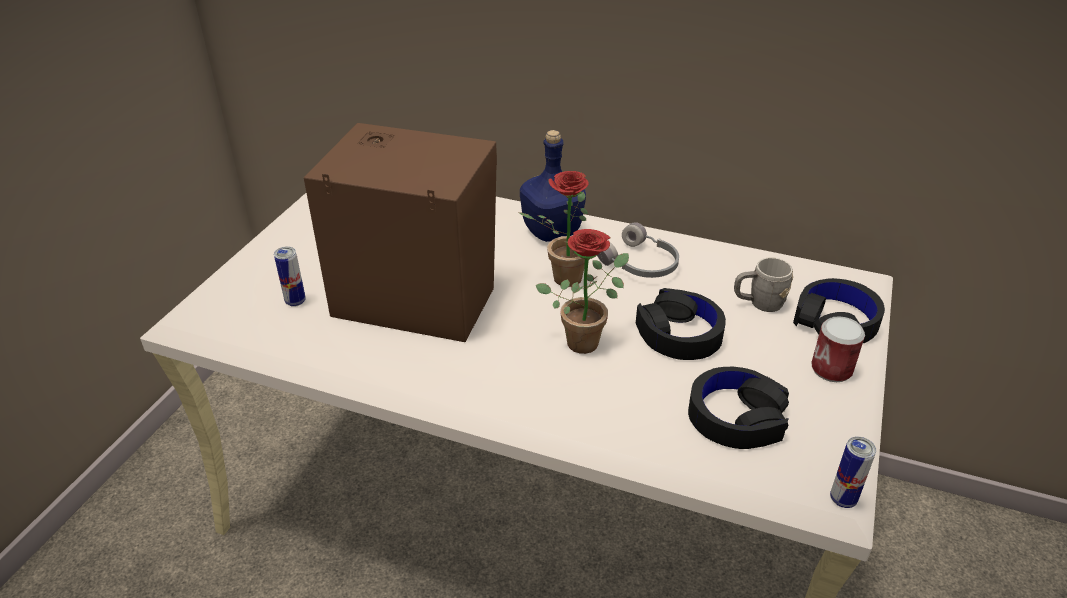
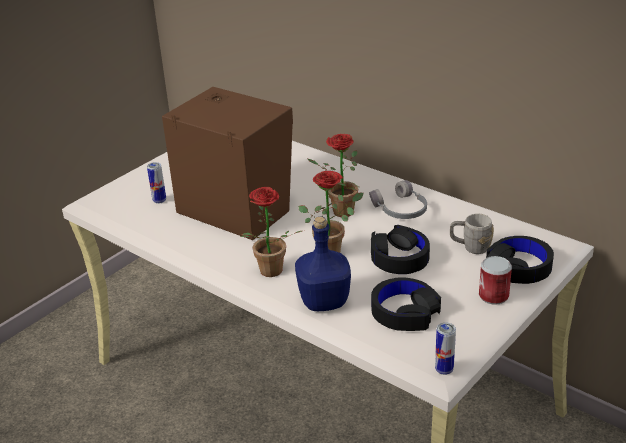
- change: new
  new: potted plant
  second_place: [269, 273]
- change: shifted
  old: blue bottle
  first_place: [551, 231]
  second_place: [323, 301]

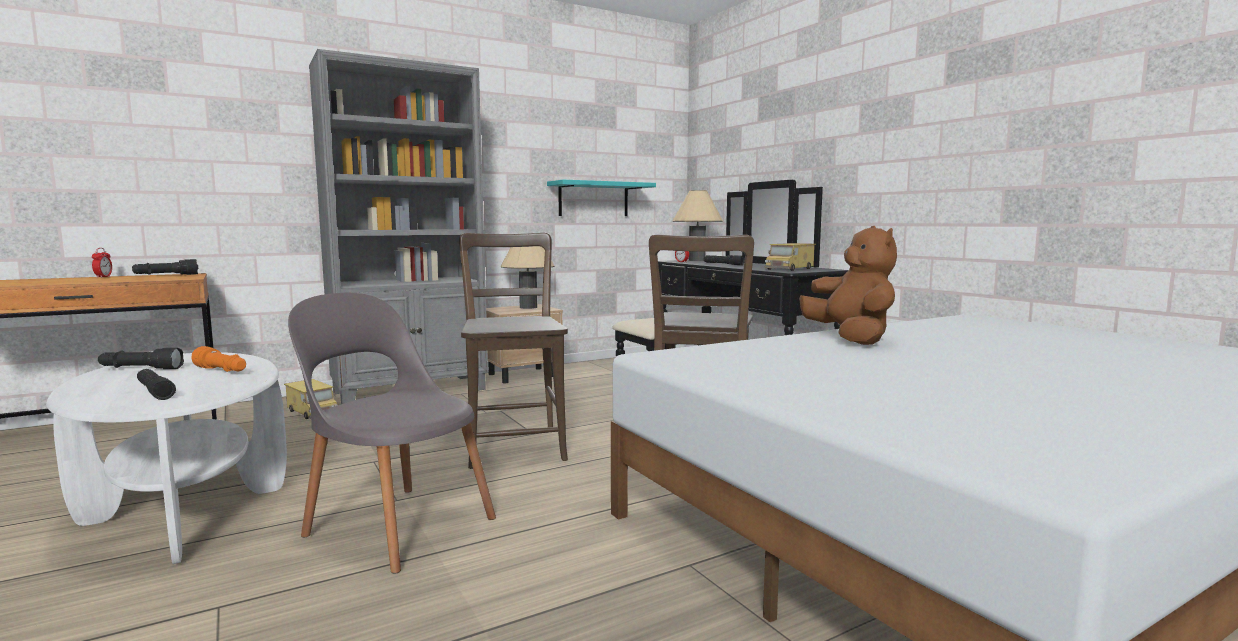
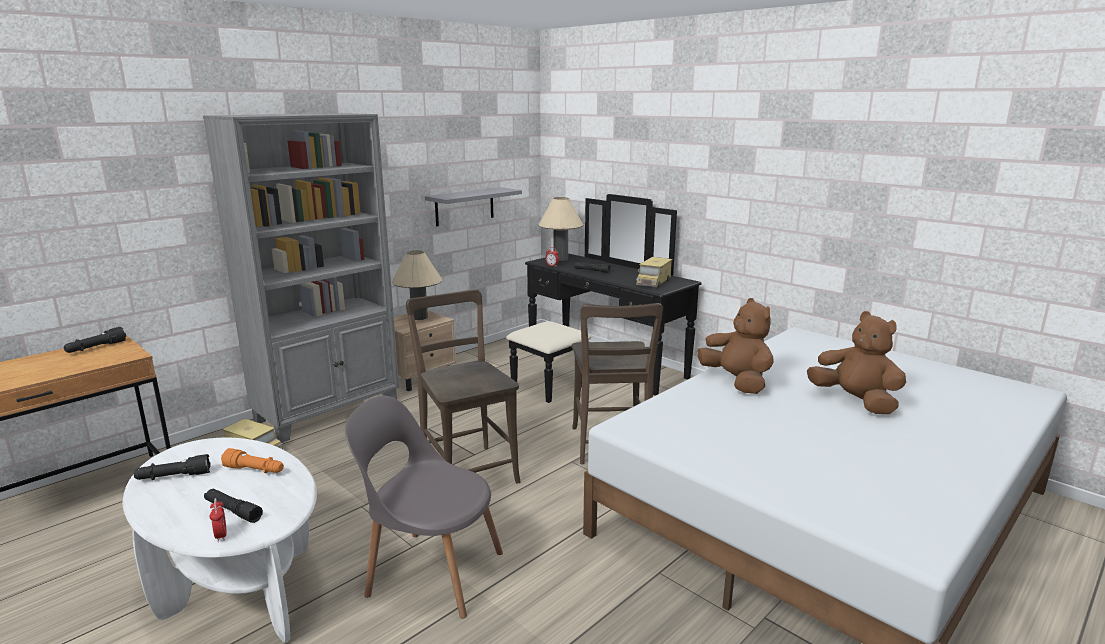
- change: new
  new: brown plush toy
  second_place: [855, 401]
- change: shifted
  old: alarm clock
  first_place: [103, 277]
  second_place: [221, 535]
- change: repainted
  old: turquoise shelf
  new: grey shelf
  first_place: [593, 199]
  second_place: [464, 206]

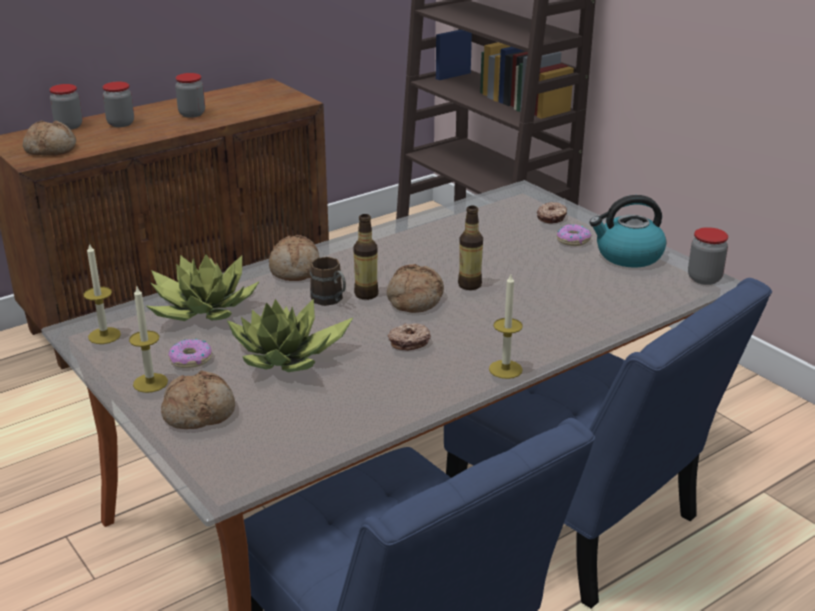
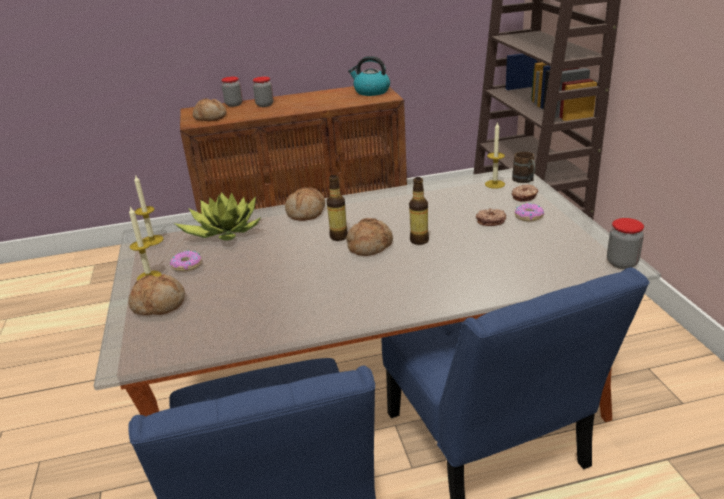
- change: gone
  old: jar
  first_place: [192, 114]
- change: gone
  old: potted plant
  first_place: [287, 357]
- change: shifted
  old: brown mug
  first_place: [331, 301]
  second_place: [525, 181]
- change: shifted
  old: donut
  first_place: [409, 342]
  second_place: [490, 221]
- change: shifted
  old: candle
  first_place: [505, 369]
  second_place: [494, 184]
- change: shifted
  old: kettle
  first_place: [628, 256]
  second_place: [371, 92]

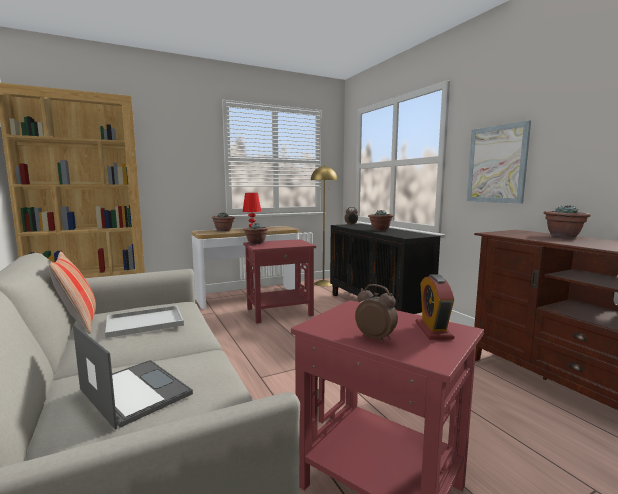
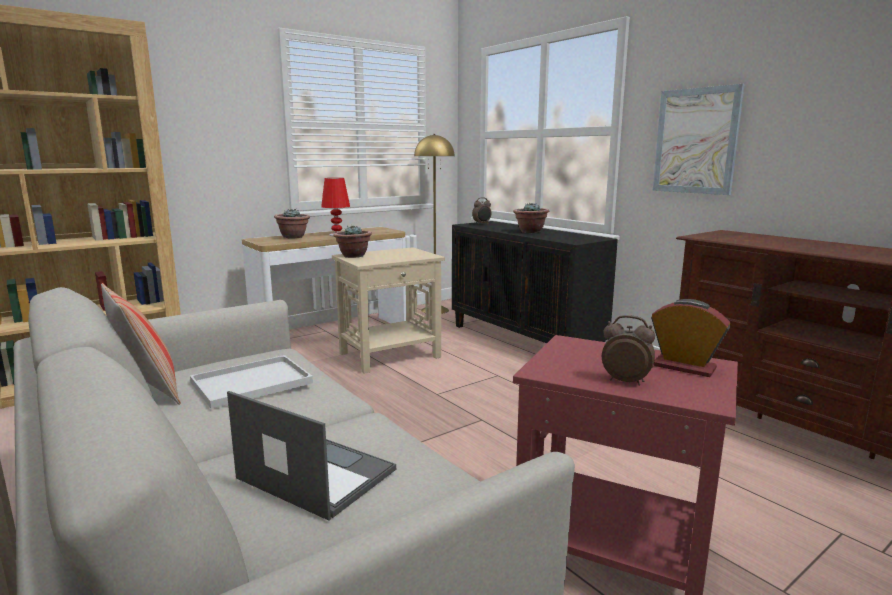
- change: gone
  old: potted plant
  first_place: [563, 236]
- change: repainted
  old: red side table
  new: beige side table
  first_place: [279, 312]
  second_place: [390, 355]
- change: rotated
  old: alarm clock
  first_place: [433, 330]
  second_place: [684, 367]
  degrees: 135

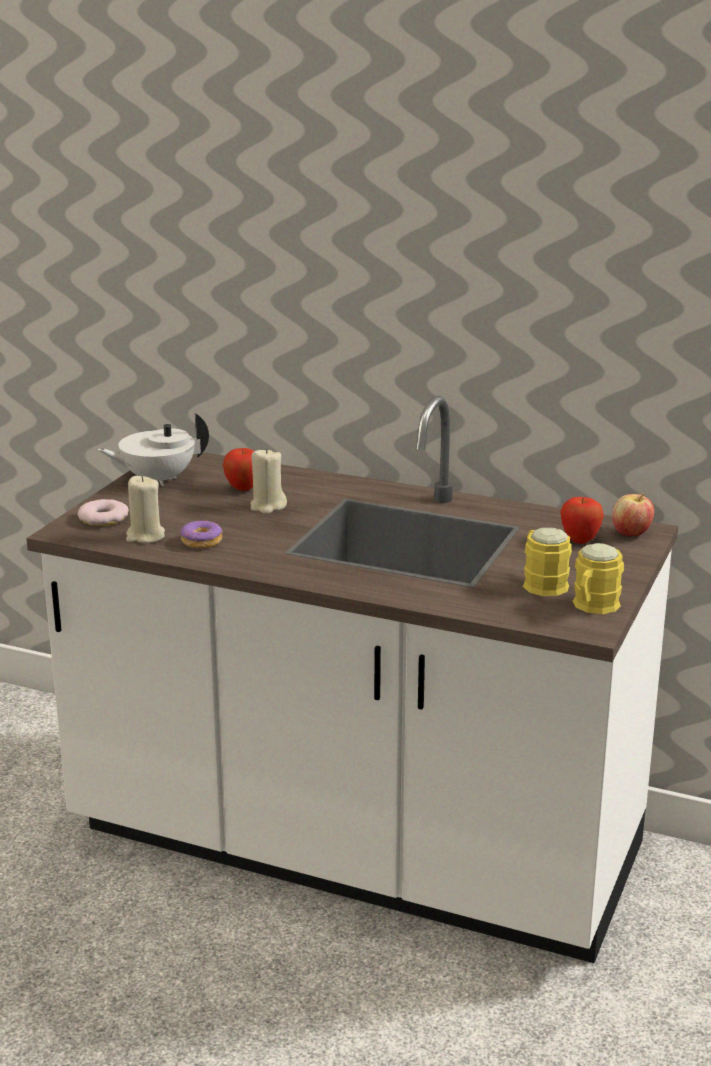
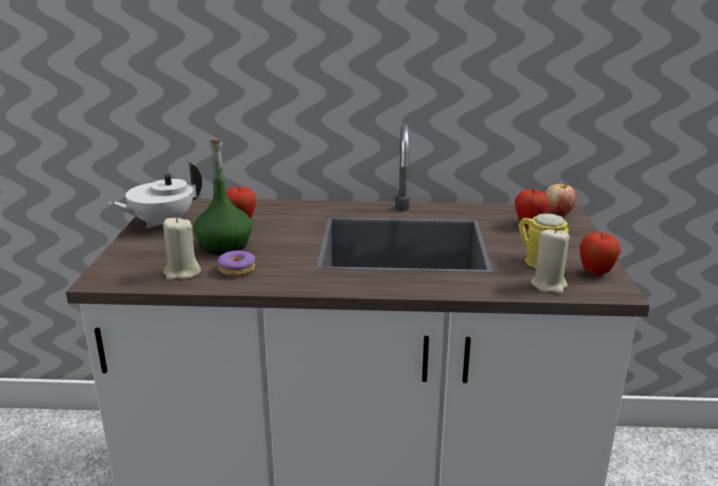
- change: gone
  old: donut
  first_place: [103, 518]
- change: new
  new: green bottle
  second_place: [224, 246]
- change: shifted
  old: beige candle
  first_place: [268, 506]
  second_place: [549, 285]
- change: swapped
  old: yellow mug
  new: apple
  first_place: [592, 607]
  second_place: [595, 273]

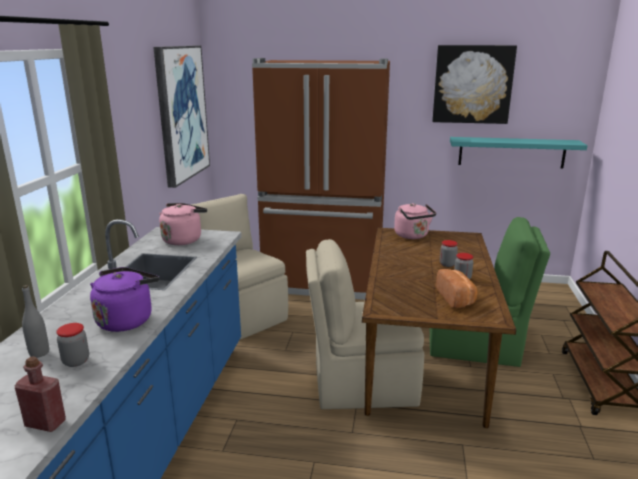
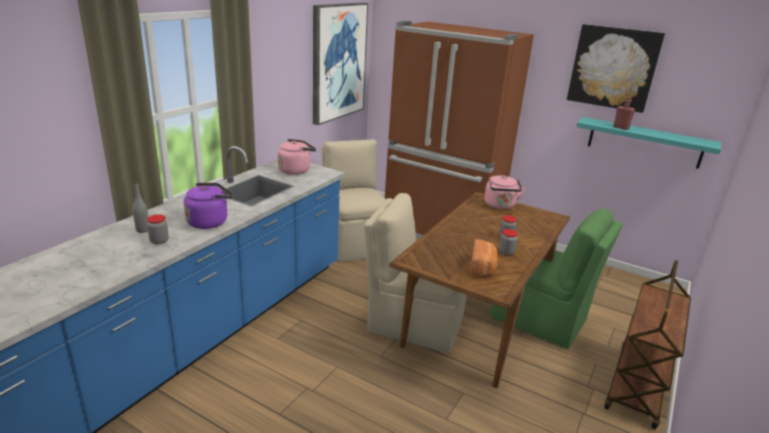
- change: shifted
  old: red bottle
  first_place: [45, 423]
  second_place: [621, 127]

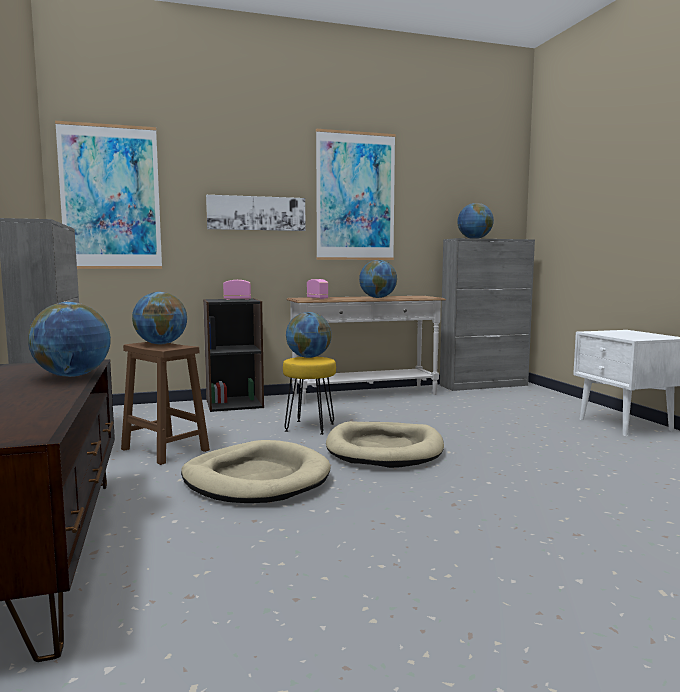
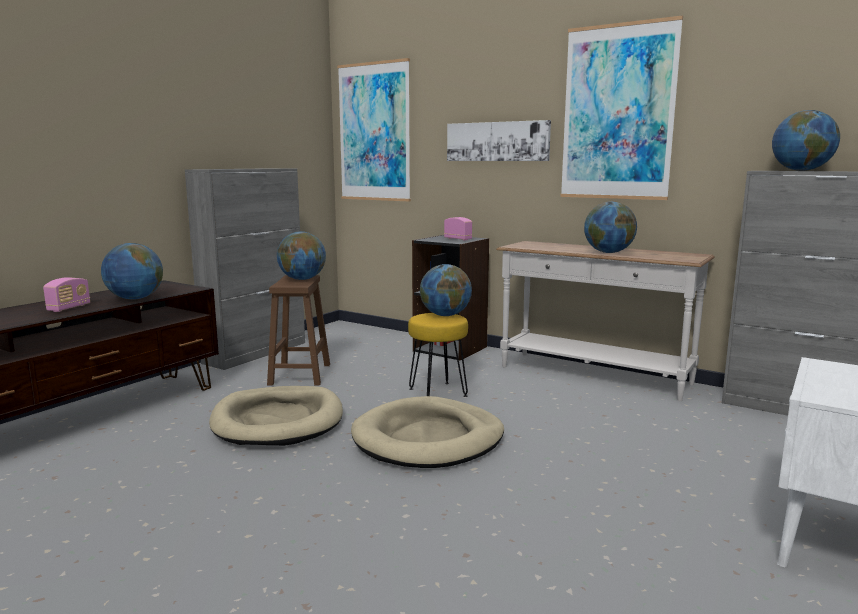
- change: shifted
  old: radio
  first_place: [317, 298]
  second_place: [69, 308]

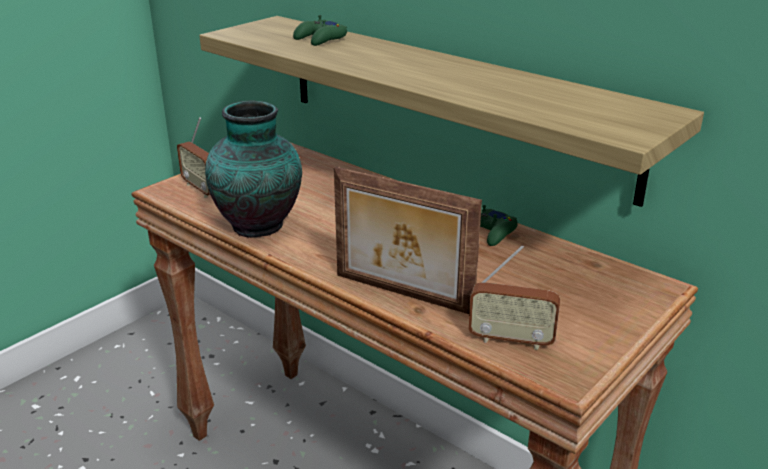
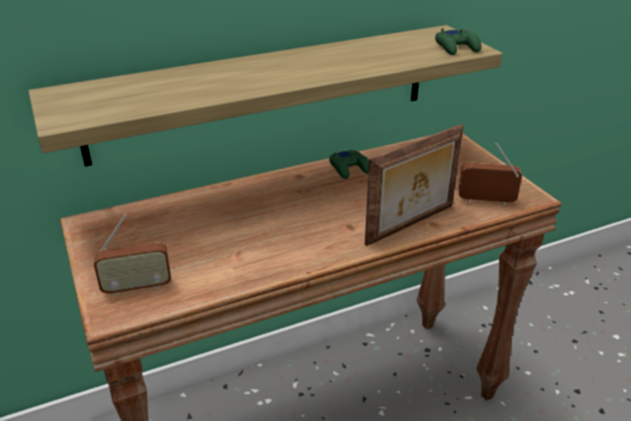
- change: gone
  old: vase
  first_place: [260, 224]
- change: shifted
  old: green game controller
  first_place: [320, 39]
  second_place: [457, 48]
- change: rotated
  old: radio
  first_place: [511, 340]
  second_place: [486, 201]
  degrees: -120

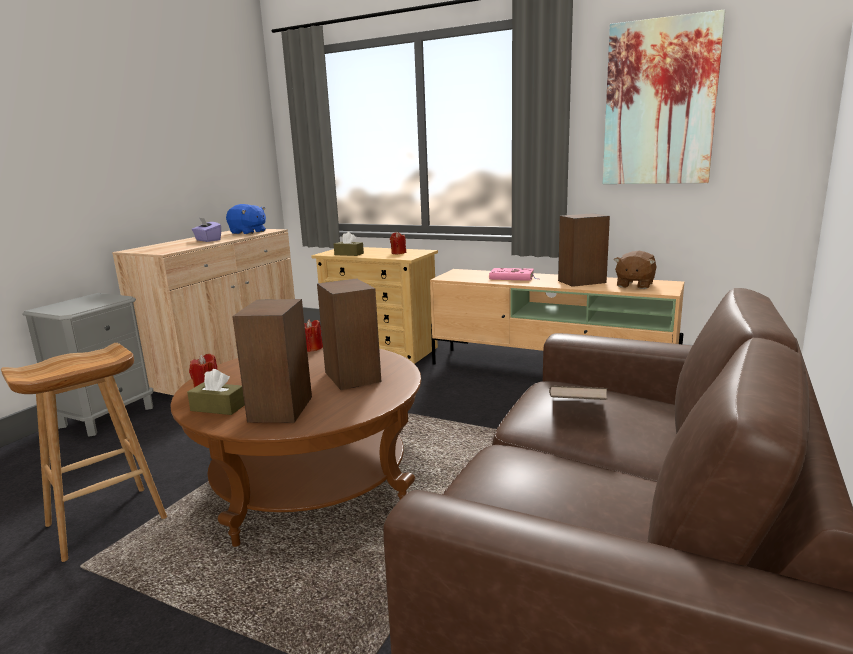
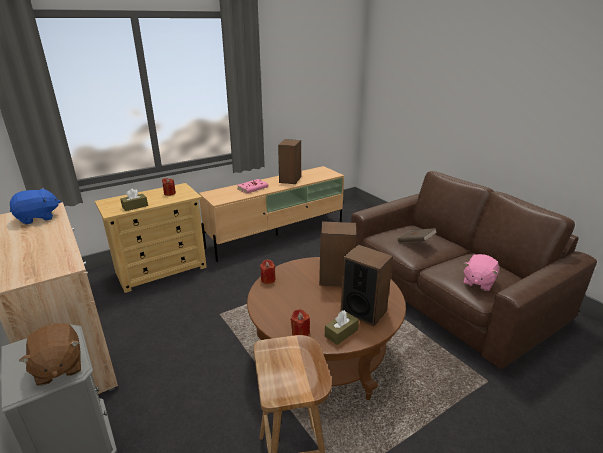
- change: gone
  old: purple tissue box
  first_place: [208, 240]
- change: gone
  old: picture
  first_place: [659, 103]
- change: new
  new: pink plush toy
  second_place: [478, 282]
- change: shifted
  old: brown plush toy
  first_place: [634, 285]
  second_place: [58, 367]

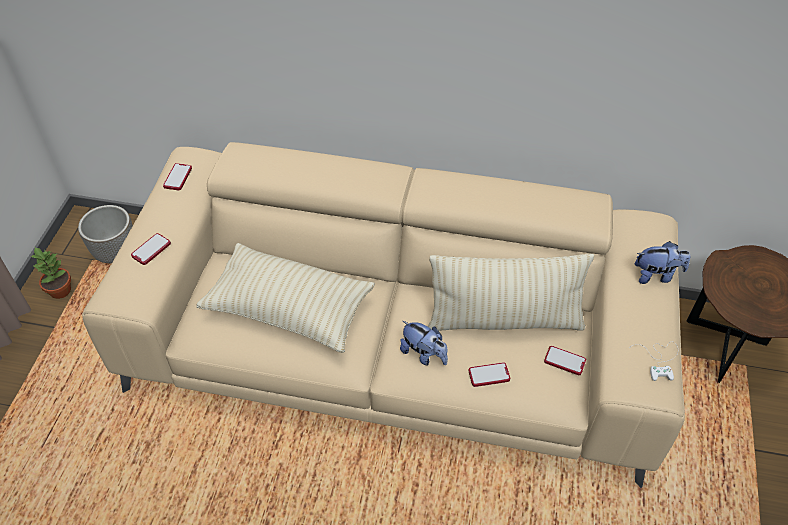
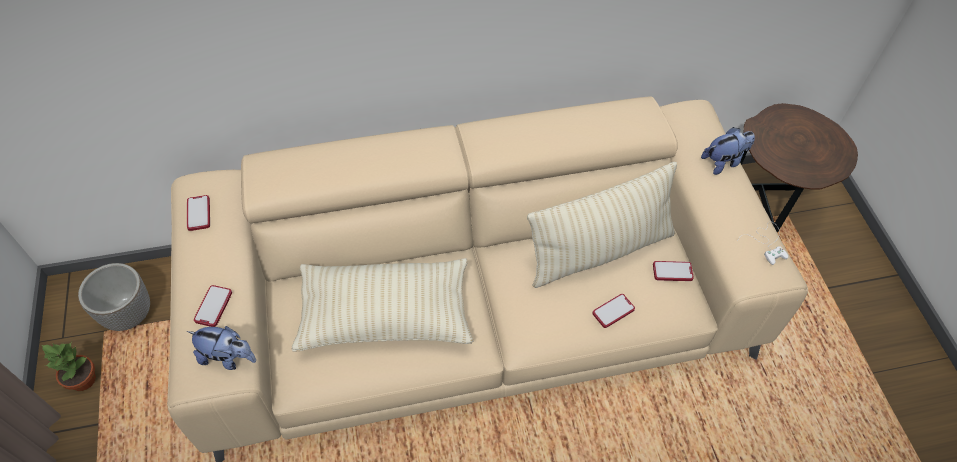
- change: shifted
  old: plush toy
  first_place: [424, 354]
  second_place: [228, 357]

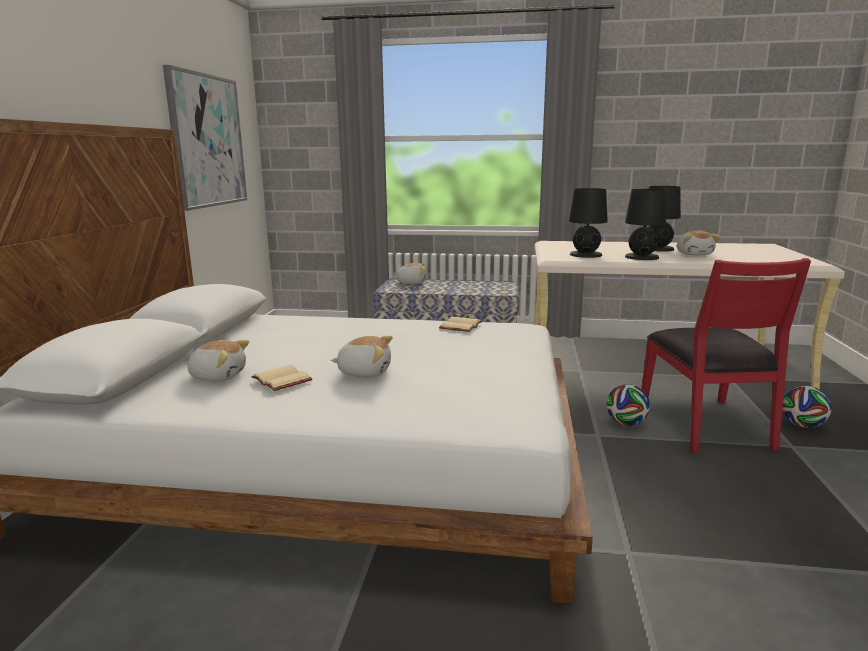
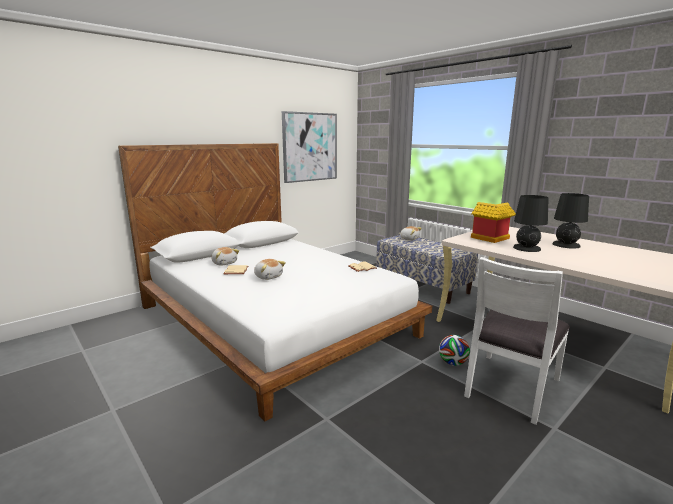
- change: gone
  old: plush toy
  first_place: [694, 254]
- change: gone
  old: football
  first_place: [802, 425]
- change: swapped
  old: black table lamp
  new: toy house
  first_place: [585, 255]
  second_place: [490, 239]
- change: repainted
  old: red chair
  new: white chair
  first_place: [706, 425]
  second_place: [510, 387]

